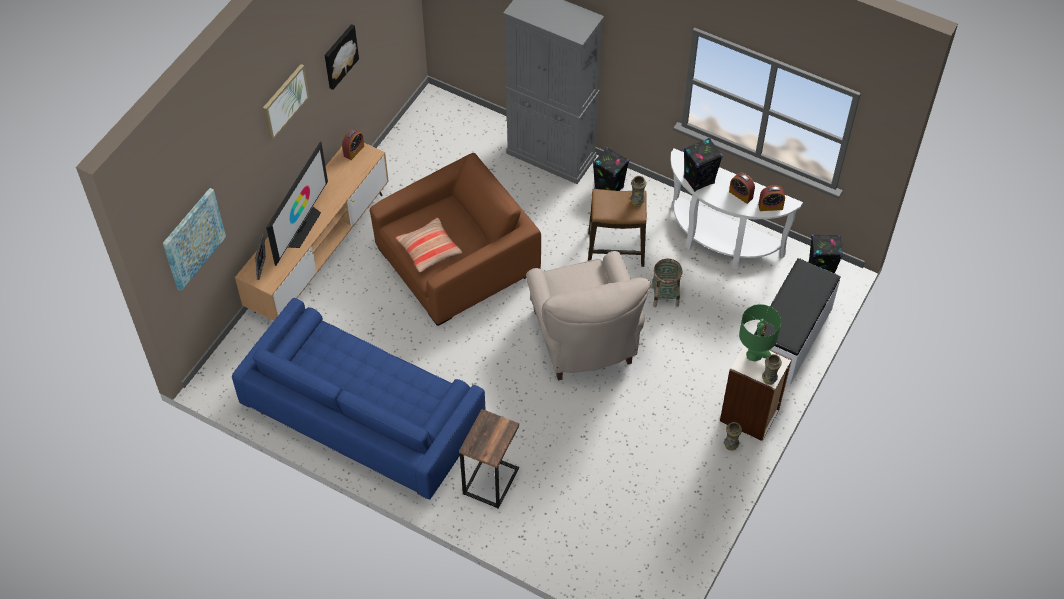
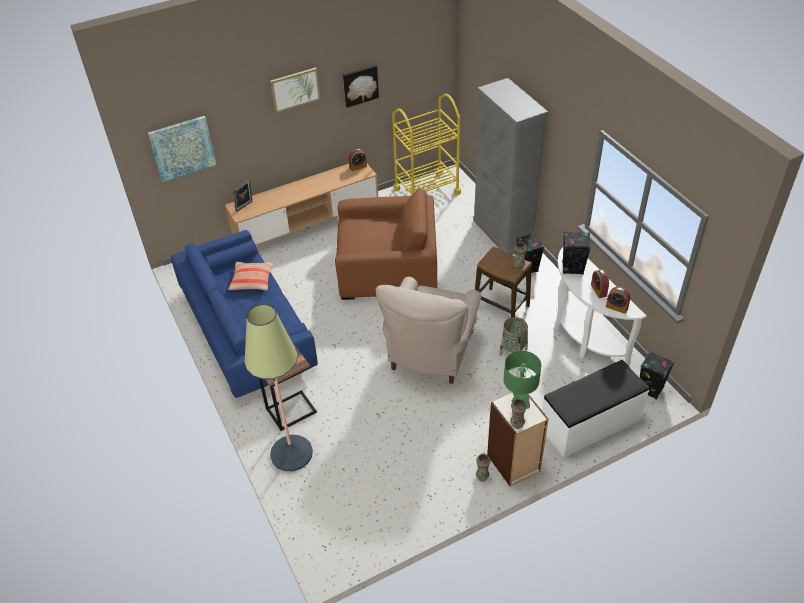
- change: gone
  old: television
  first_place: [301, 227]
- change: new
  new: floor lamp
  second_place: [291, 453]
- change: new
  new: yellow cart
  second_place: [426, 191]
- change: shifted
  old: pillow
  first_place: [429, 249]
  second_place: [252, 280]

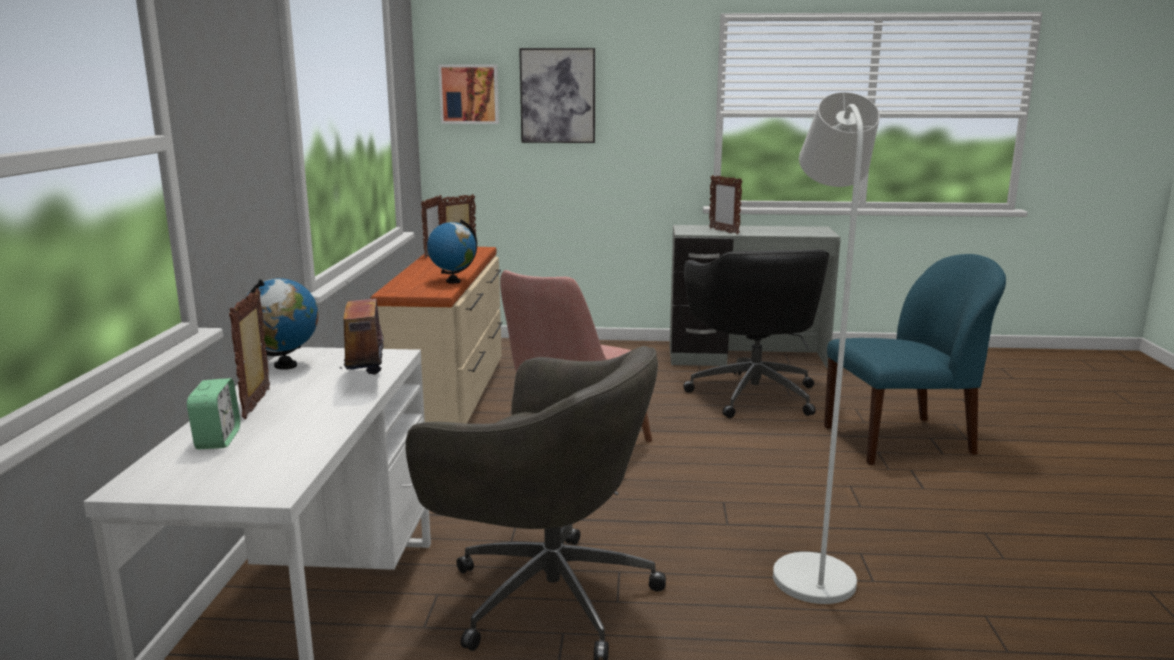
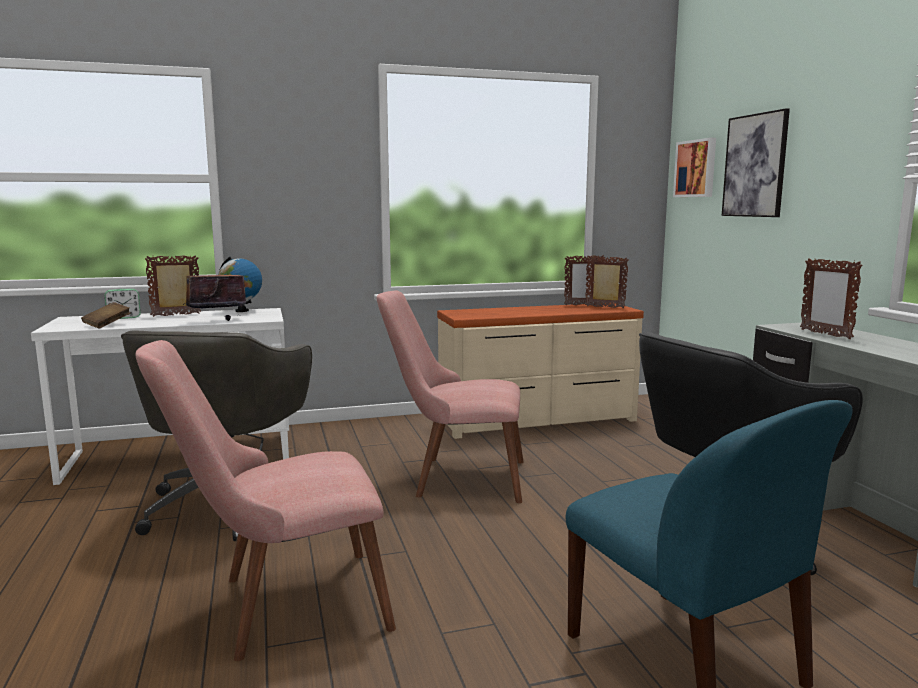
- change: gone
  old: globe
  first_place: [453, 281]
- change: new
  new: brown book
  second_place: [107, 325]
- change: swapped
  old: white floor lamp
  new: pink chair
  first_place: [810, 570]
  second_place: [280, 607]
- change: rotated
  old: picture frame
  first_place: [723, 231]
  second_place: [825, 334]
  degrees: -60

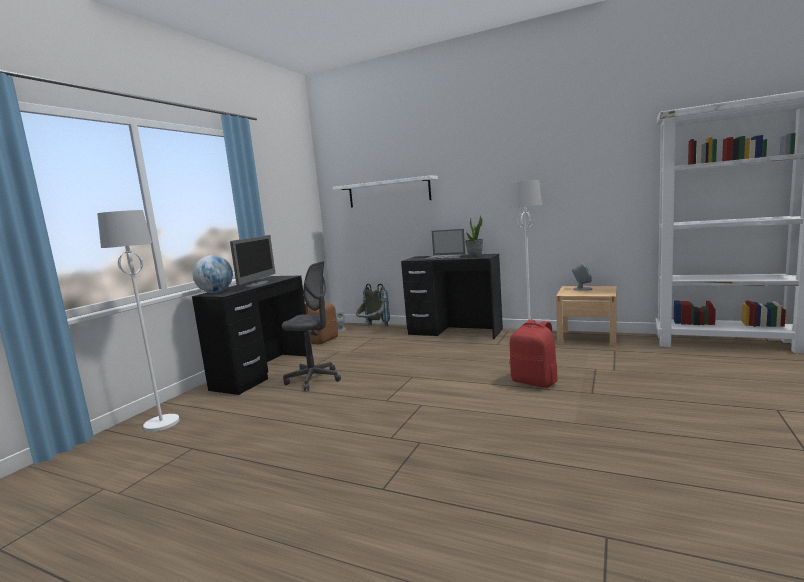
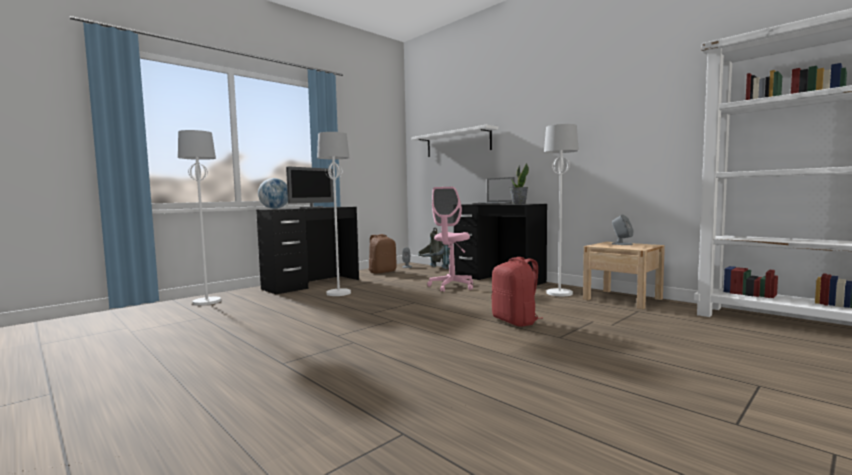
- change: new
  new: pink office chair
  second_place: [452, 286]
- change: swapped
  old: grey office chair
  new: white floor lamp
  first_place: [314, 379]
  second_place: [338, 293]

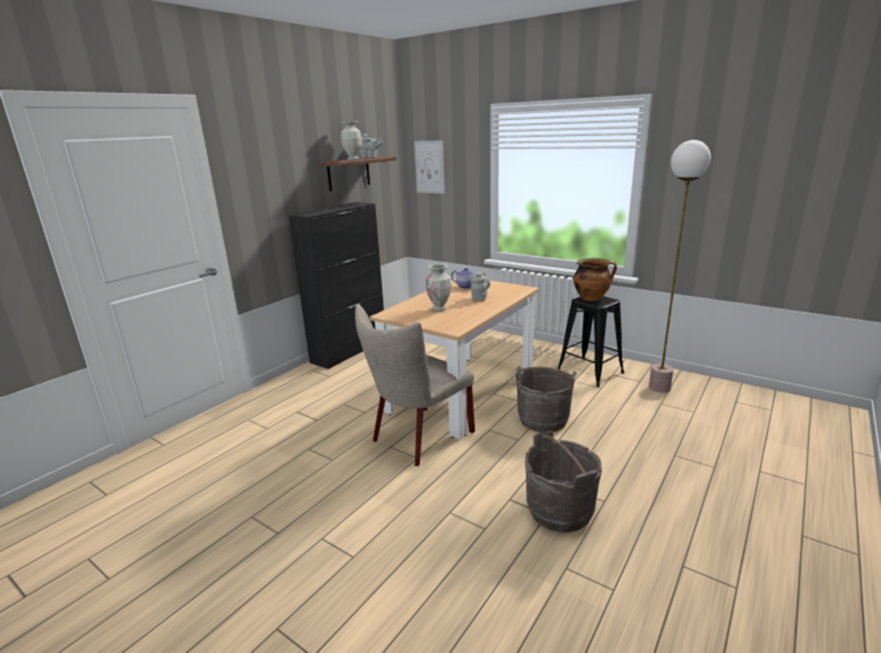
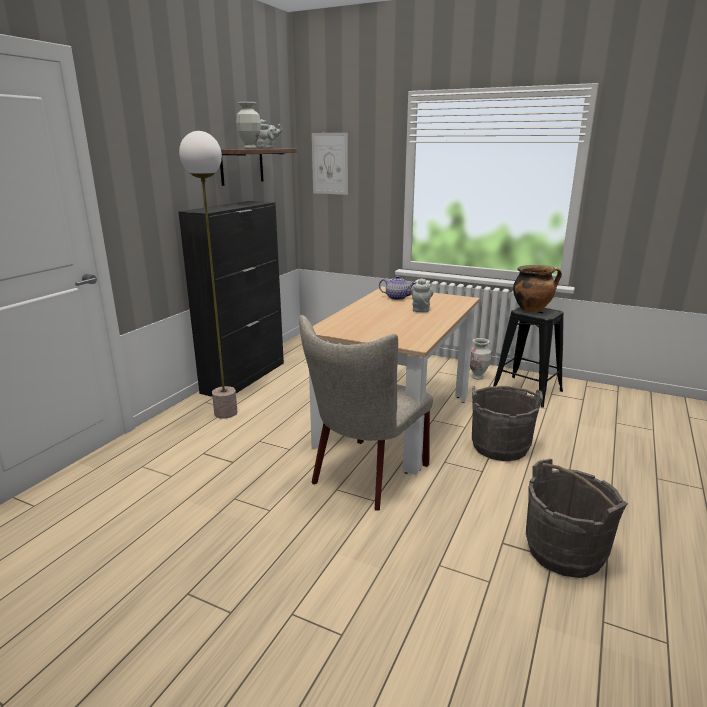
- change: shifted
  old: vase
  first_place: [439, 309]
  second_place: [477, 377]
- change: shifted
  old: floor lamp
  first_place: [659, 387]
  second_place: [226, 413]

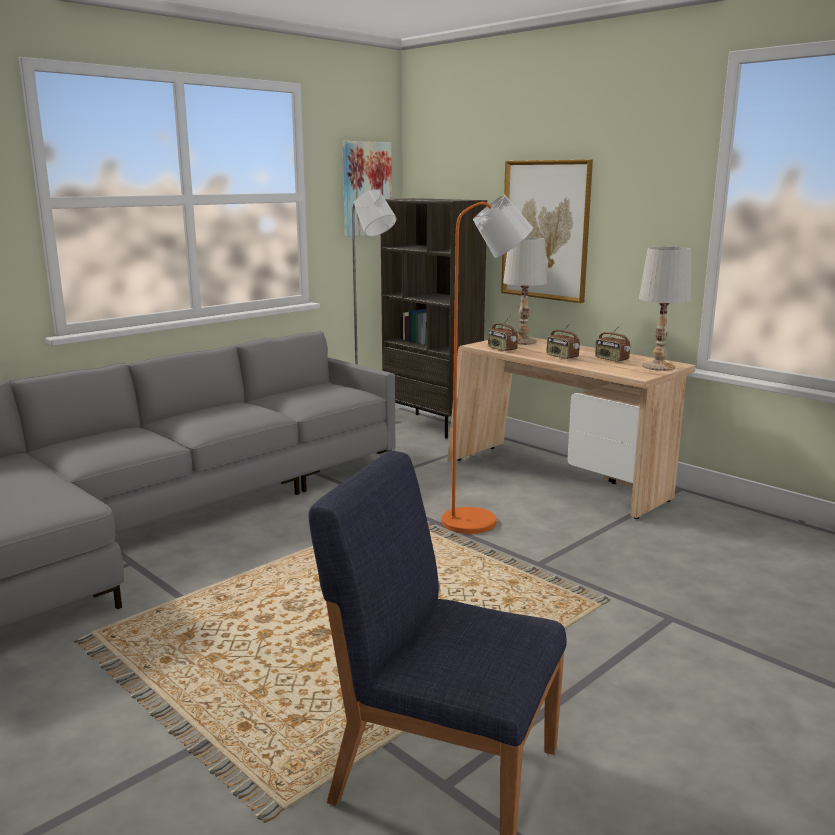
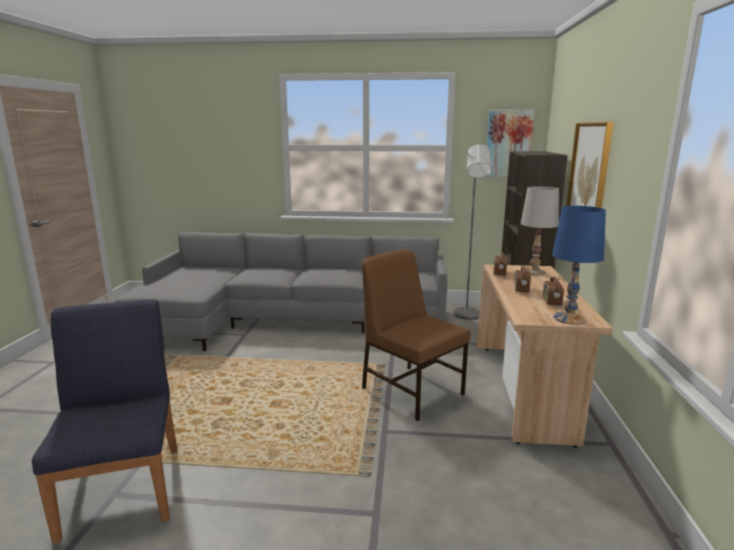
- change: swapped
  old: orange floor lamp
  new: brown chair
  first_place: [480, 522]
  second_place: [411, 390]
- change: repainted
  old: white table lamp
  new: blue table lamp
  first_place: [658, 366]
  second_place: [569, 318]

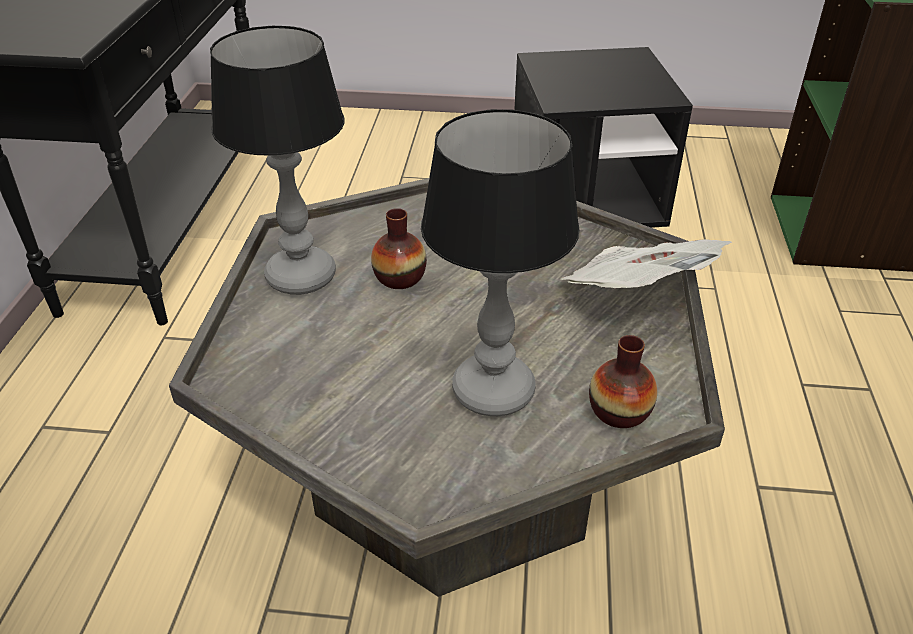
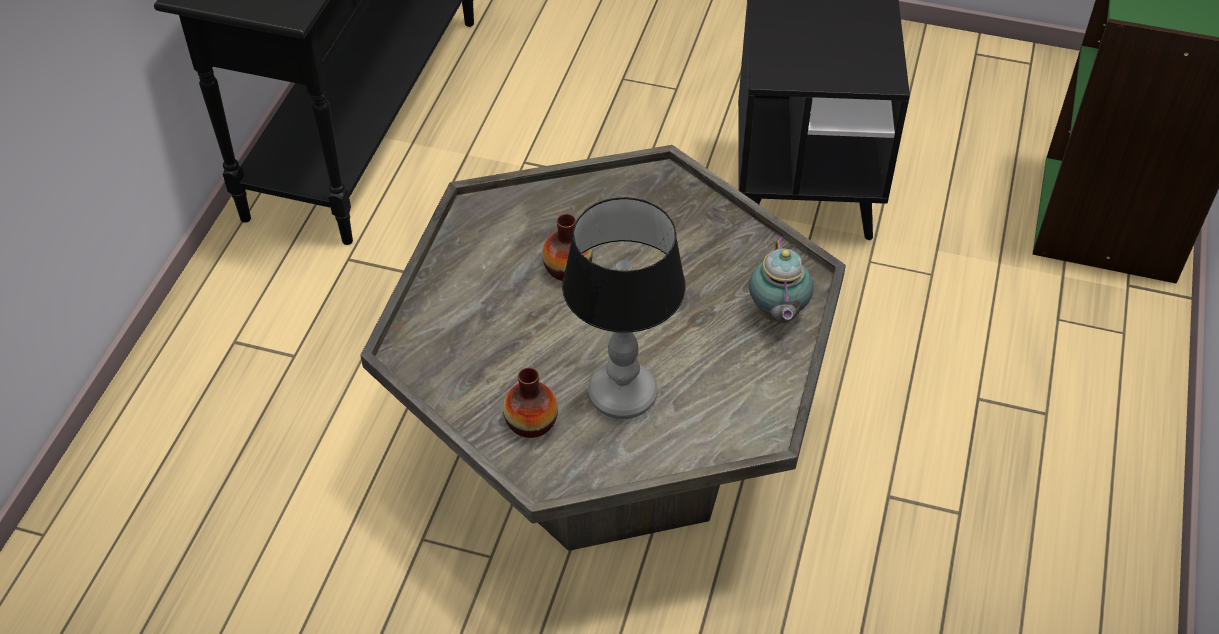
- change: gone
  old: table lamp
  first_place: [302, 276]
- change: shifted
  old: vase
  first_place: [619, 411]
  second_place: [531, 422]
- change: swapped
  old: newspaper
  new: teapot
  first_place: [636, 294]
  second_place: [777, 314]

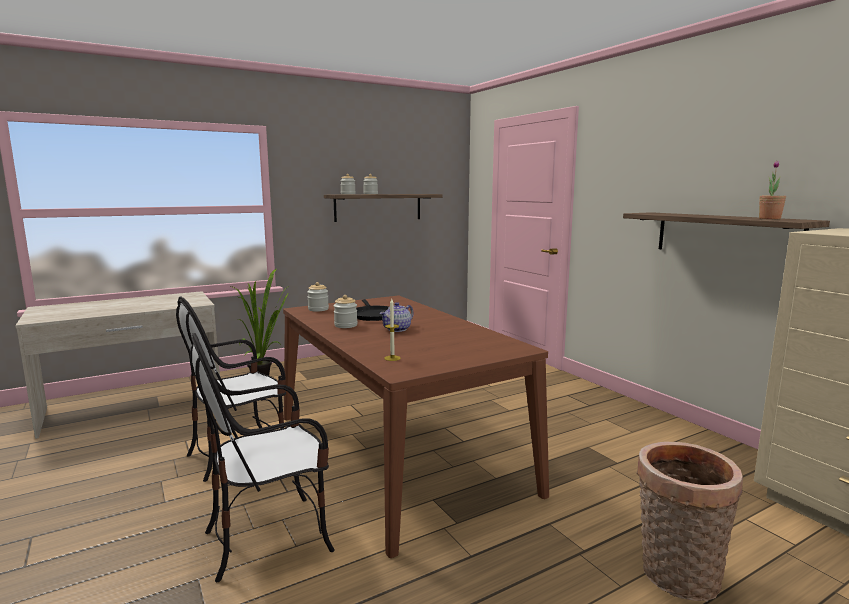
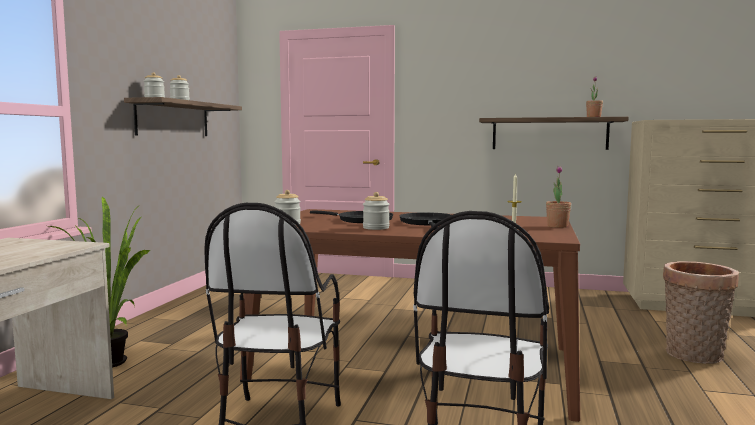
- change: new
  new: potted plant
  second_place: [557, 226]
- change: swapped
  old: teapot
  new: black frying pan
  first_place: [397, 329]
  second_place: [427, 223]

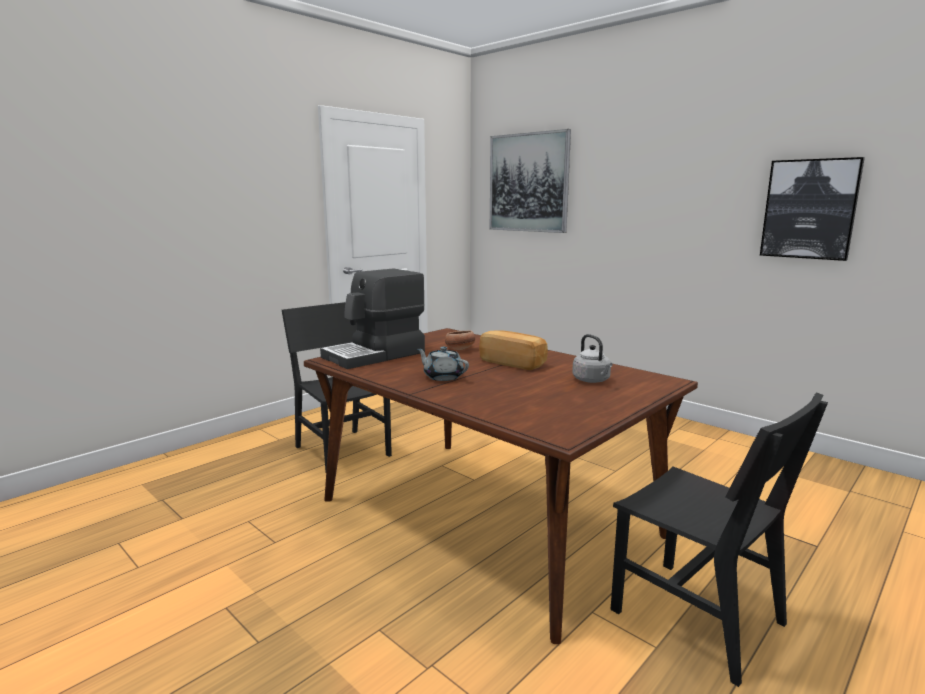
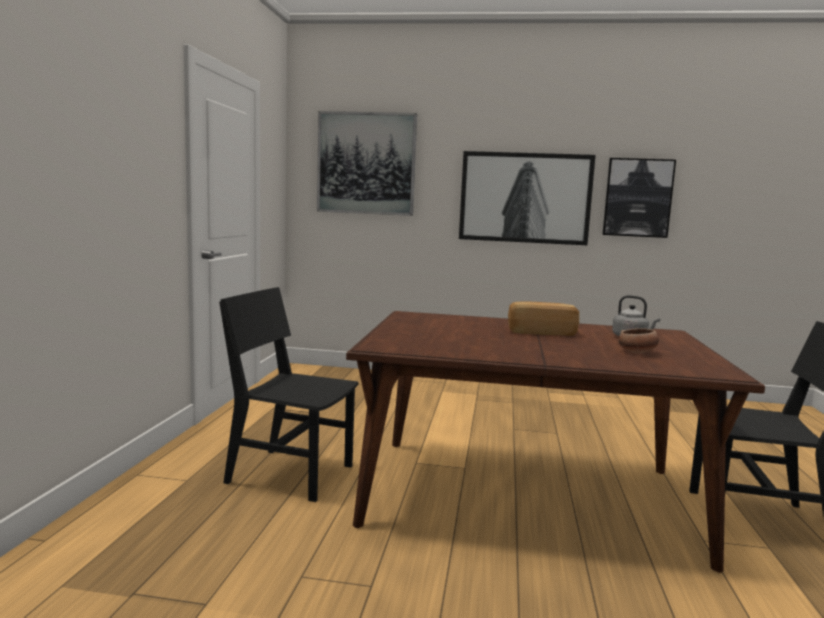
- change: gone
  old: coffee machine
  first_place: [375, 355]
- change: gone
  old: grey teapot
  first_place: [443, 377]
- change: new
  new: picture
  second_place: [525, 198]
- change: shifted
  old: bowl
  first_place: [460, 349]
  second_place: [637, 352]

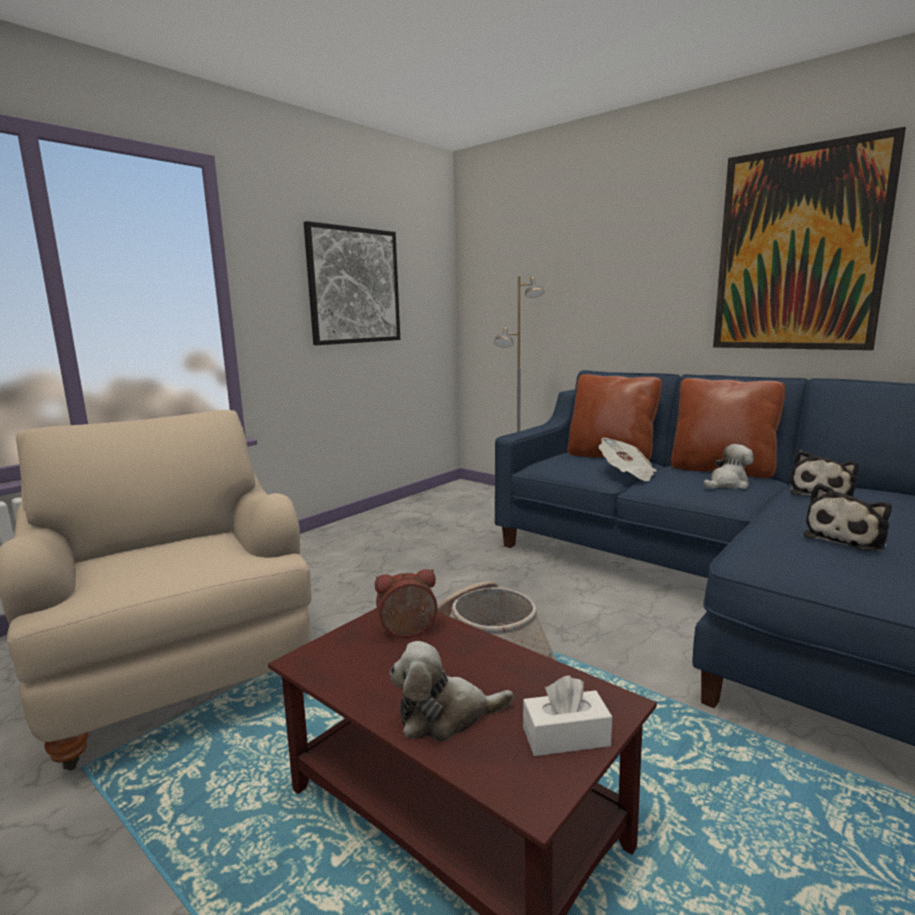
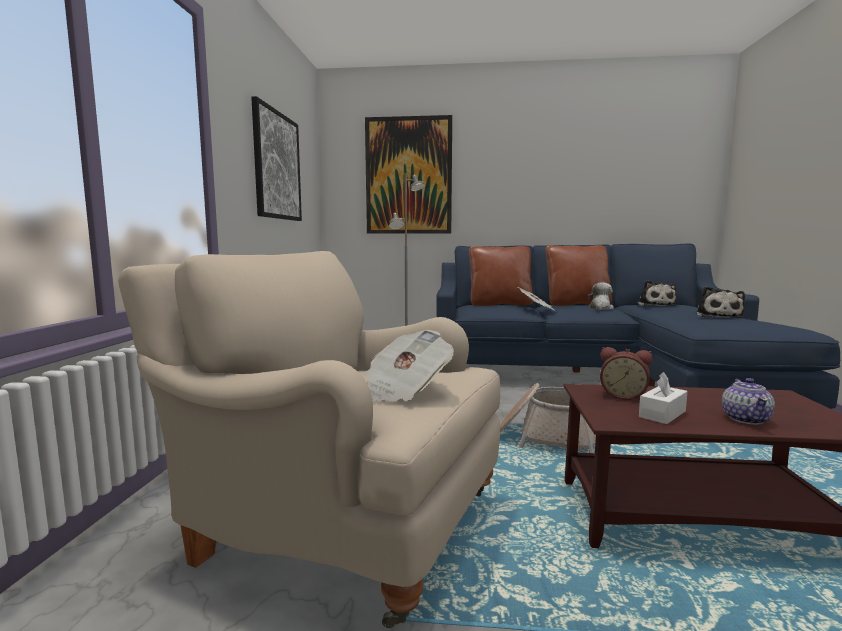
- change: new
  new: newspaper
  second_place: [403, 391]
- change: shifted
  old: white tissue box
  first_place: [566, 736]
  second_place: [662, 414]
- change: shifted
  old: picture
  first_place: [798, 250]
  second_place: [408, 176]
- change: swapped
  old: plush toy
  new: teapot
  first_place: [445, 716]
  second_place: [746, 419]
- change: rotated
  old: alarm clock
  first_place: [408, 632]
  second_place: [623, 396]
  degrees: -105

